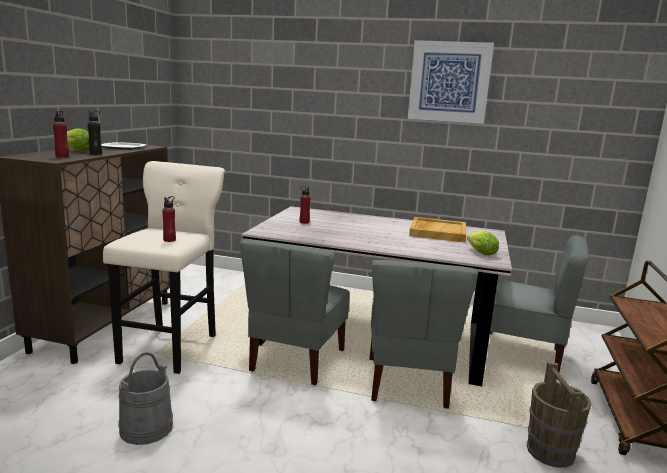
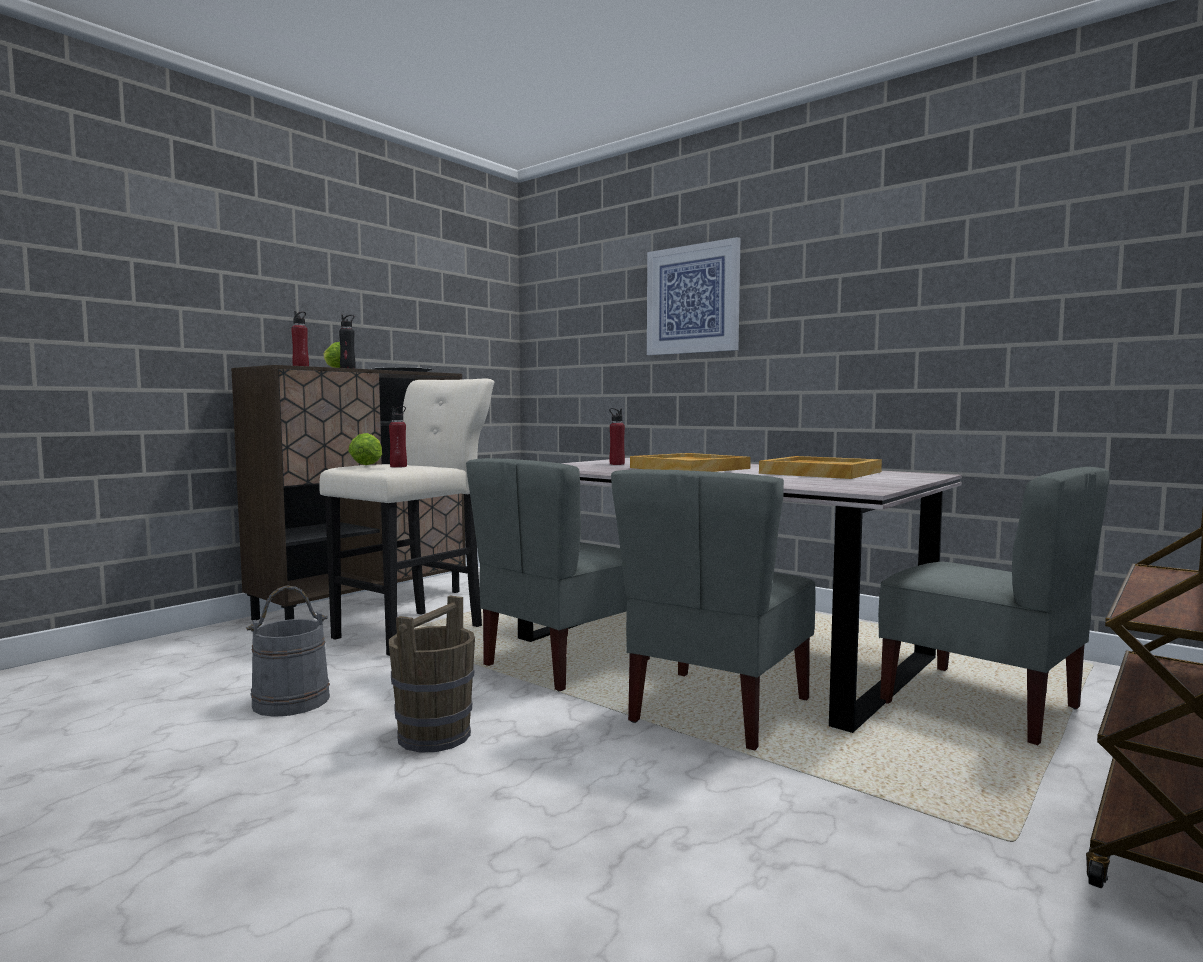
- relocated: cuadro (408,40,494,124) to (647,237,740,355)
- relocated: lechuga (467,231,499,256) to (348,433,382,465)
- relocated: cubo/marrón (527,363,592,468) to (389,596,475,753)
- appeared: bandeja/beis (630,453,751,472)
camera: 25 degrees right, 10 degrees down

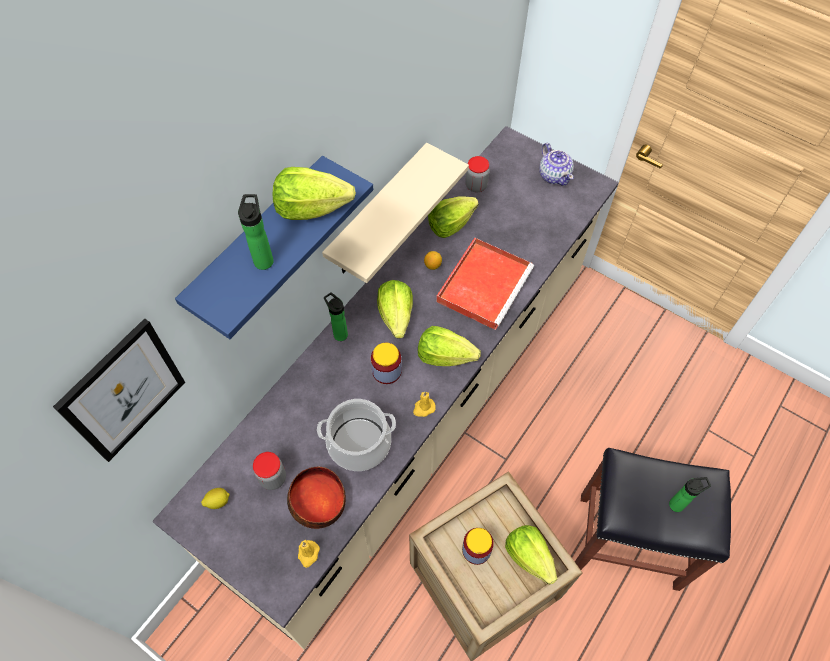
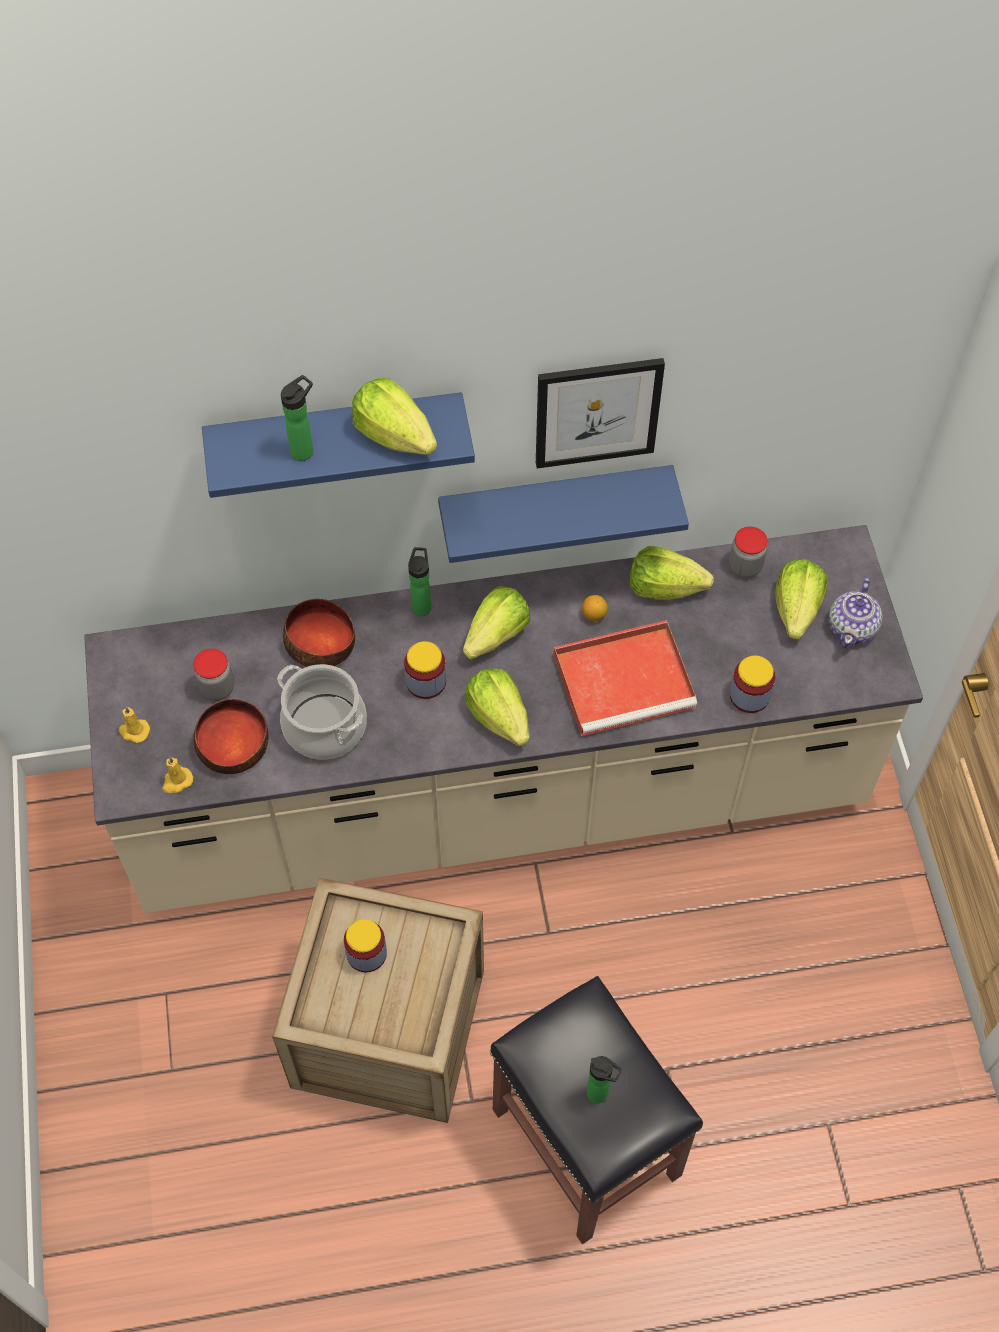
- colour: estante/beis (322,143,469,283) to estante/azul (438,465,689,563)
- relocated: cuadro (53,318,185,462) to (536,358,665,468)
- relocated: vela/amarillo (413,392,436,417) to (119,707,150,743)
- missing: limón (201,488,230,509)
- relocated: lechuga (505,525,557,585) to (775,559,827,640)
- appeared: cuenco (283,599,355,667)
- appeared: tarro (730,655,775,713)
camera: 45 degrees right, 0 degrees up

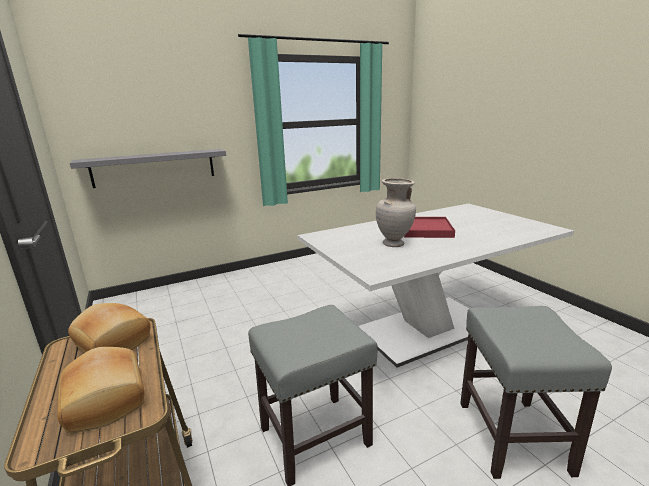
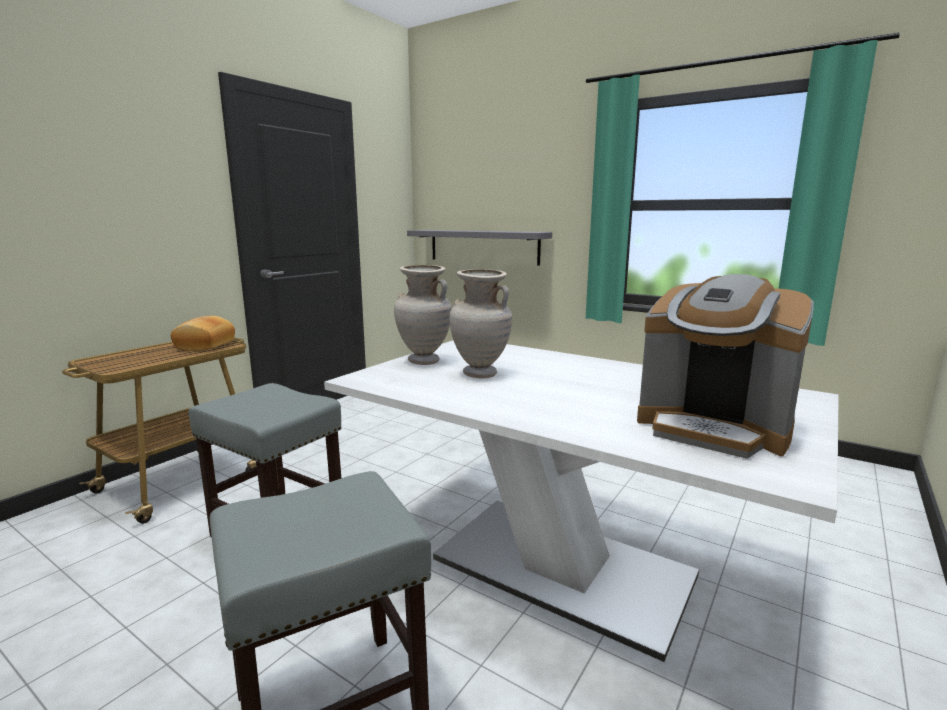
- missing: bandeja/rojo (404,217,455,238)
- missing: pan (57,347,145,433)
- appeared: florero/beis (394,265,452,365)
- appeared: cafetera (637,274,814,459)
camera: 60 degrees right, 5 degrees down

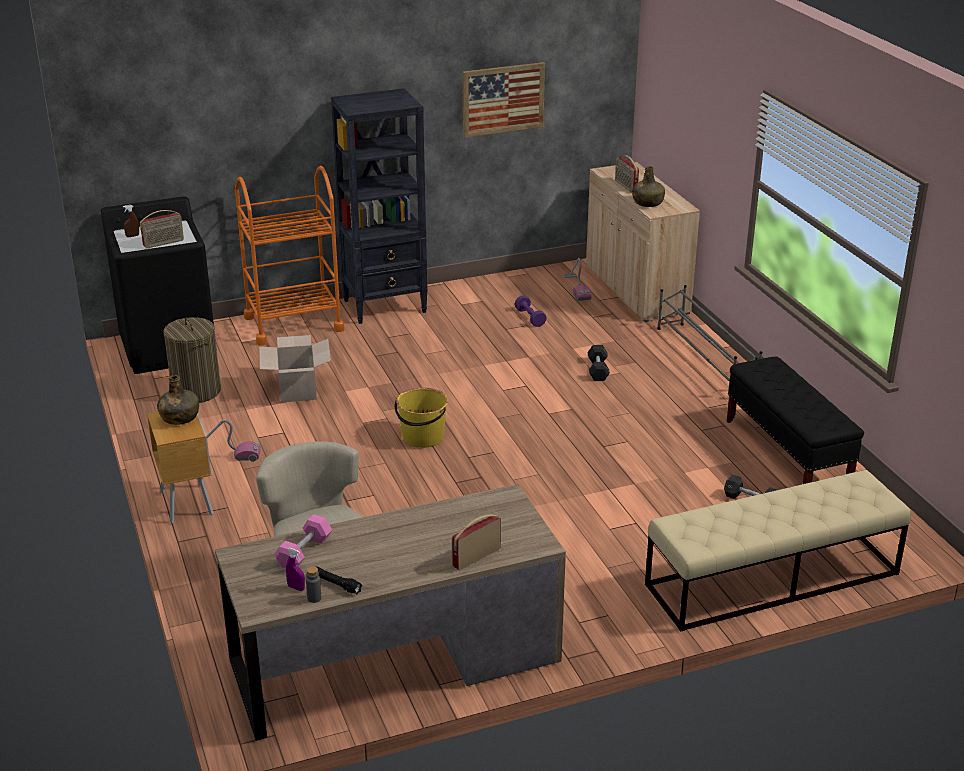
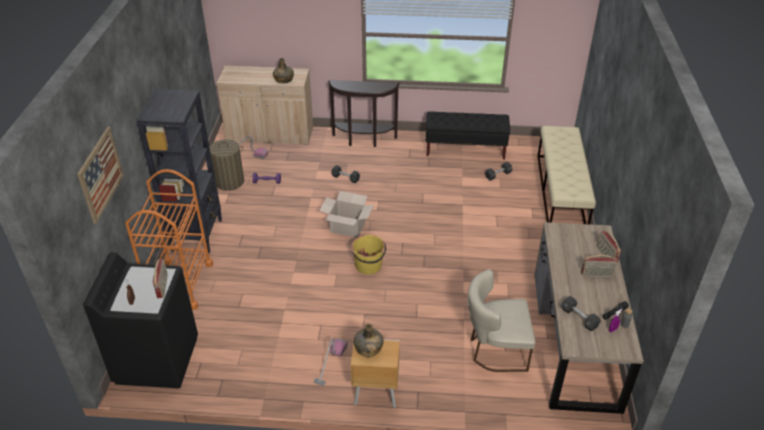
- relocated: cuadro (463,62,545,138) to (77,127,124,224)
- relocated: radio (615,155,639,192) to (581,255,618,278)
- exchanged: zapatero/gris (658,285,762,381) to mesa consola/marrón (328,80,399,147)
- relocated: cesto de la ropa (163,317,221,403) to (210,139,244,191)
- relocated: caja de cartón (259,335,331,402) to (319,191,374,237)
- colour: mancuerna/rosa (274,514,332,569) to mancuerna/negro (561,296,601,331)
camera: 65 degrees left, 10 degrees up

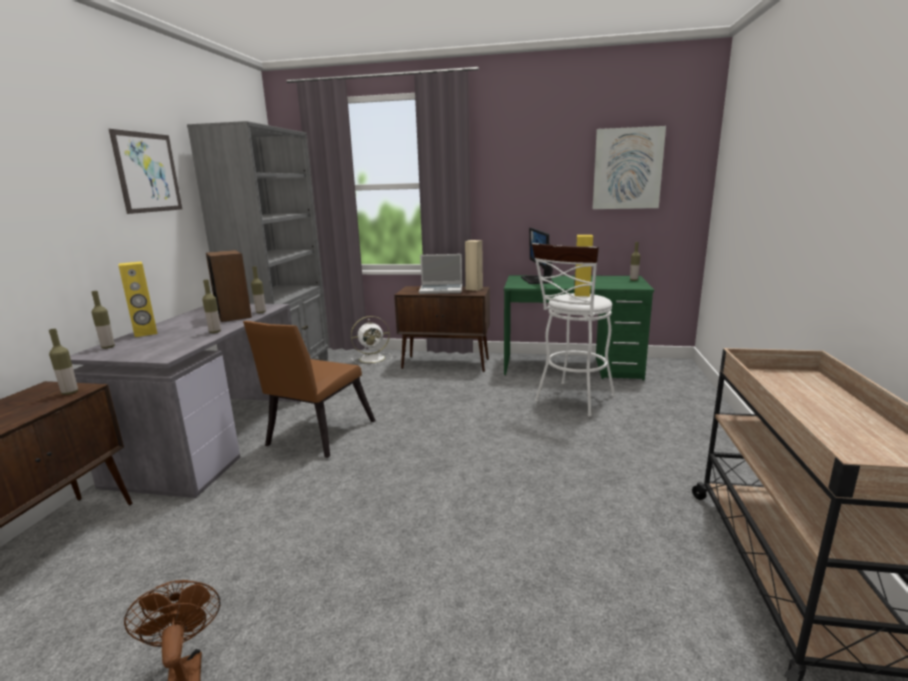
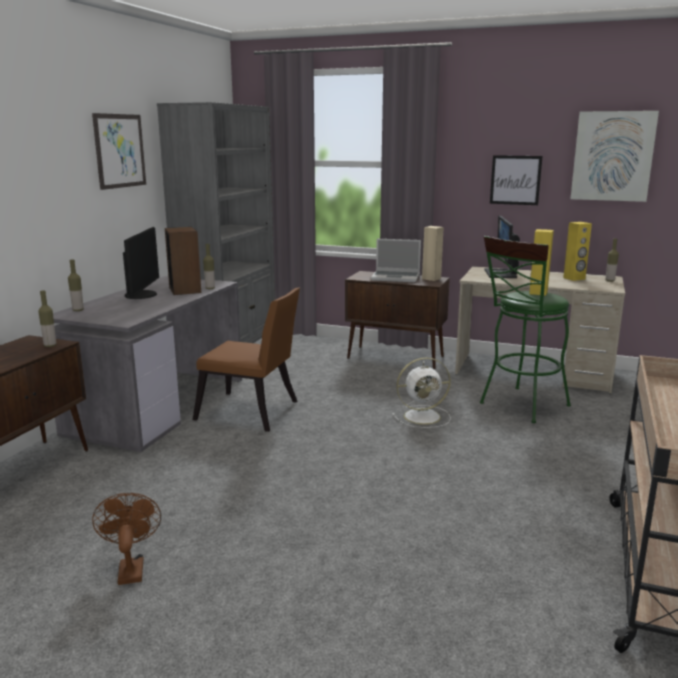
- colour: taburete/blanco (532,243,616,417) to taburete/verde (480,236,571,423)
- relocated: altavoz/amarillo (118,262,157,337) to (563,222,592,281)
- colour: escritorio/verde (504,275,654,380) to escritorio/beis (455,266,625,394)
- missing: botella (202,280,221,333)
- relocated: ventilador/blanco (351,316,392,365) to (392,357,451,428)
- spun: silla/marrón (243,321,376,458) = (193,287,300,432) 105 degrees counterclockwise
- appeared: cuadro (490,155,543,205)
- appeared: monitor (123,227,159,299)
camera: 10 degrees right, 0 degrees up

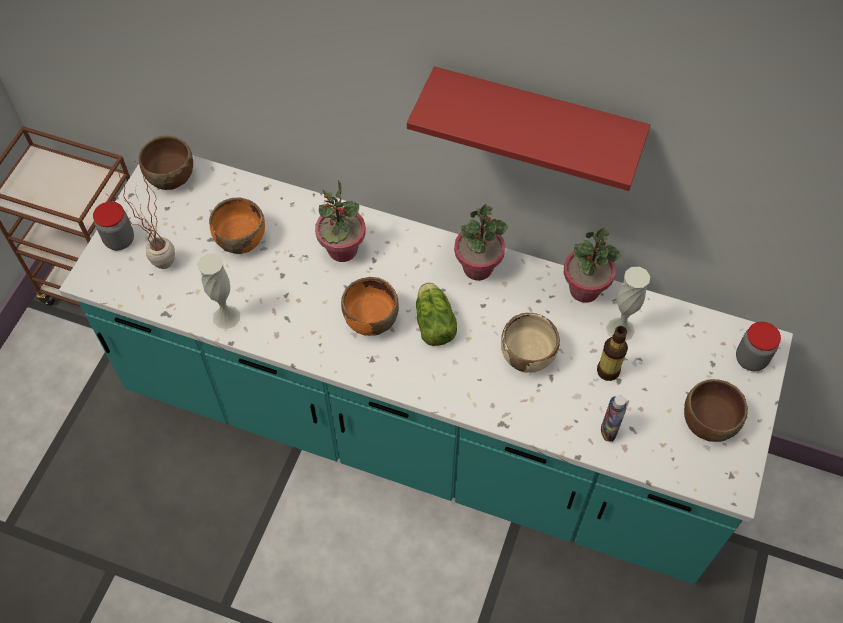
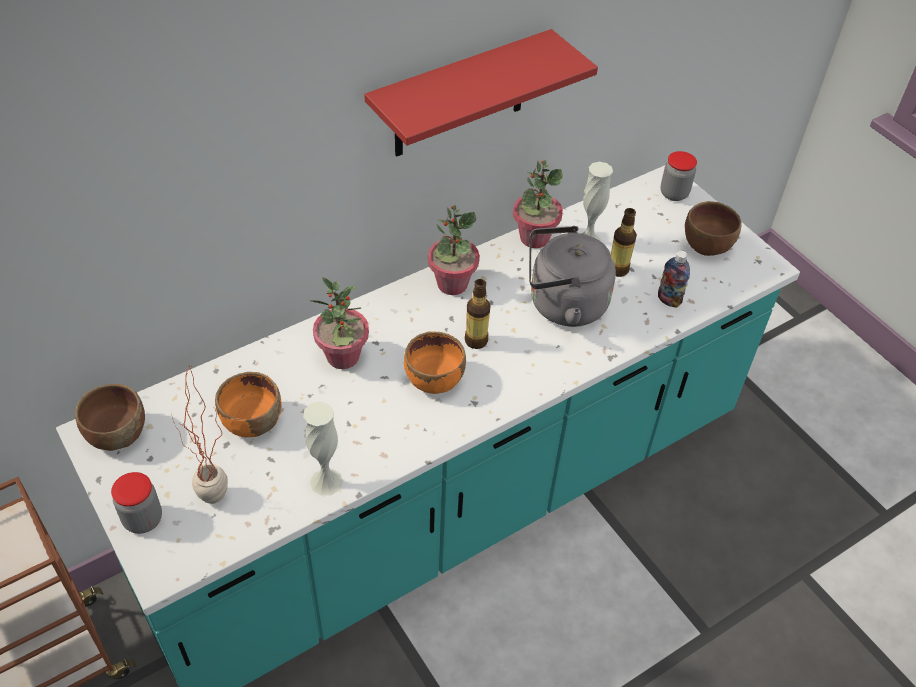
- exchanged: lechuga (416,282,457,346) to botella (465,279,491,349)
- exchanged: cuenco/beis (501,313,560,373) to hervidor/gris (529,226,616,327)
camera: 55 degrees left, 10 degrees down

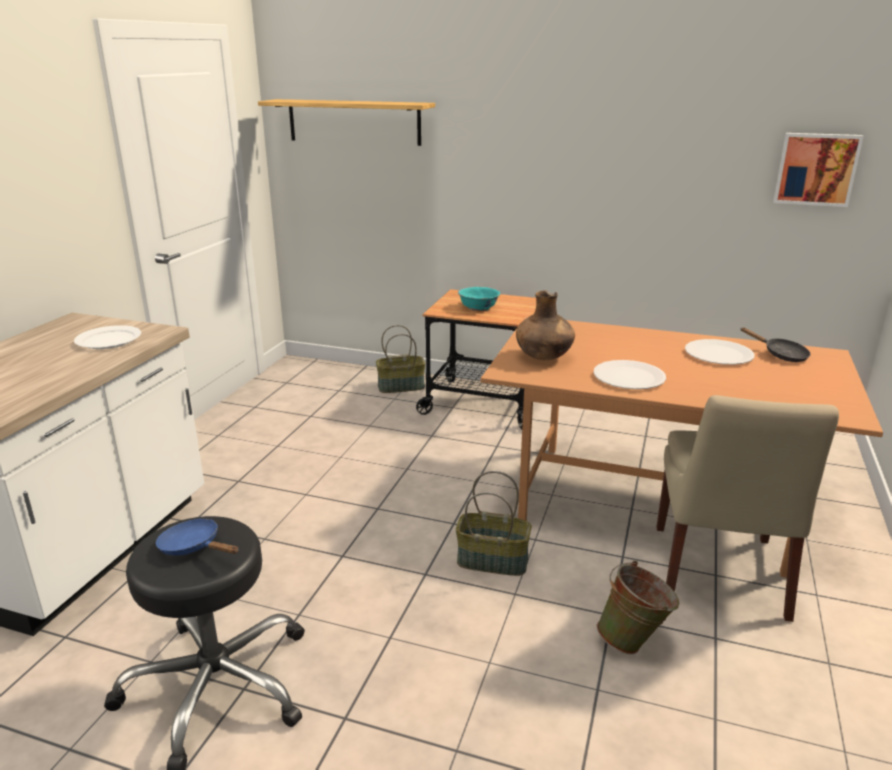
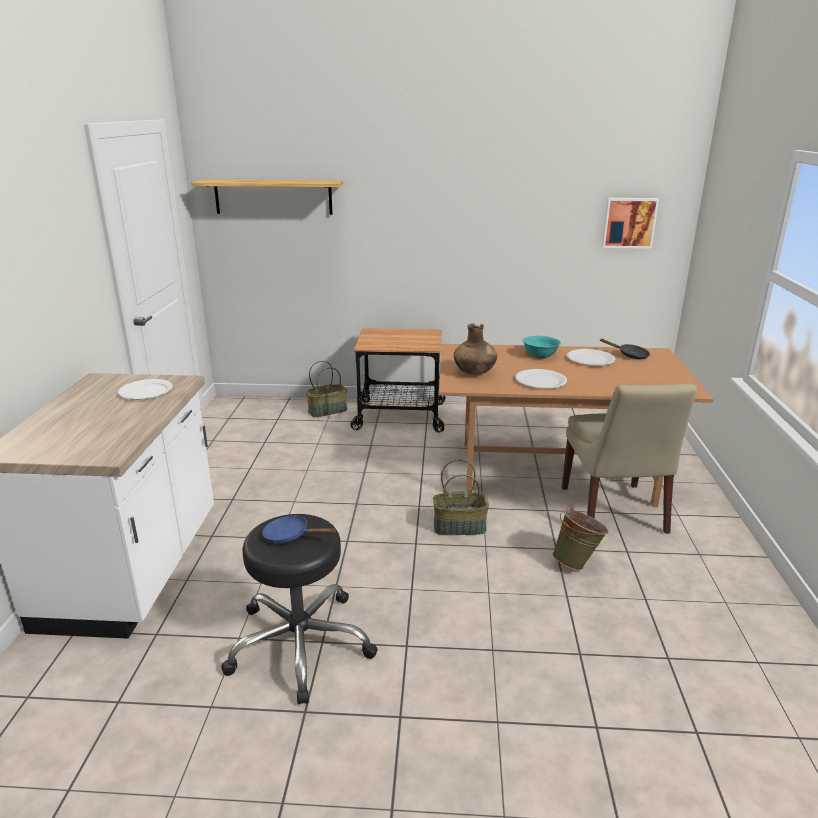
- relocated: cuenco/turquesa (458,287,500,311) to (522,336,561,358)
camera: 15 degrees left, 0 degrees up

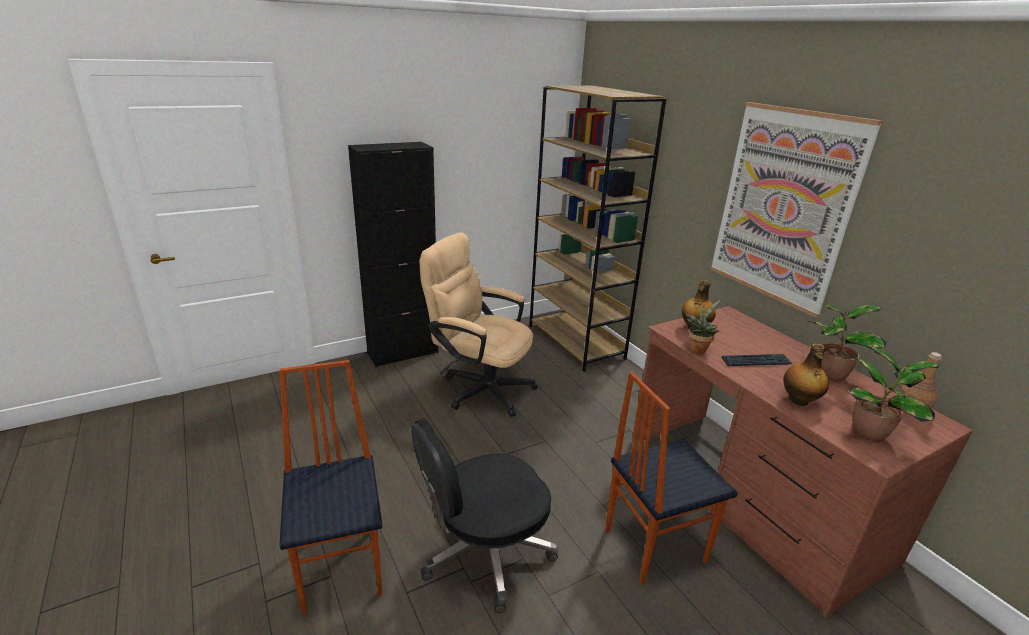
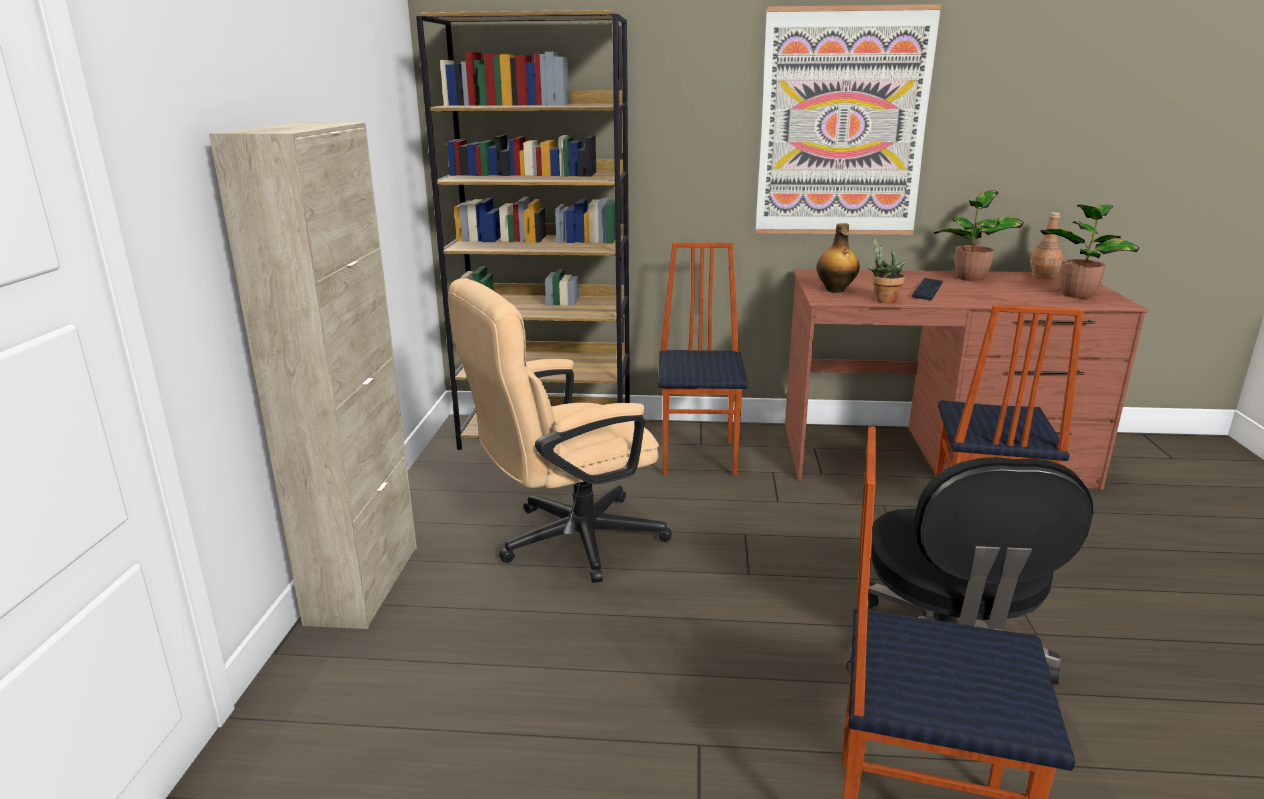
- colour: armario/negro (348,142,439,367) to armario/beis (209,122,417,629)
- missing: botella (783,344,829,406)
- appeared: silla (658,242,748,476)
camera: 55 degrees left, 5 degrees down

